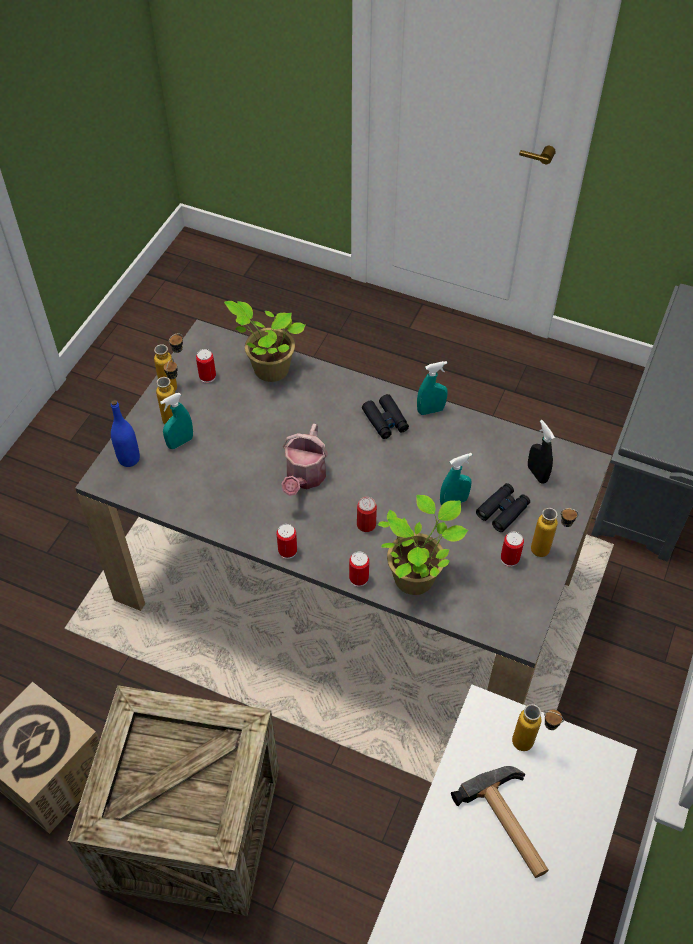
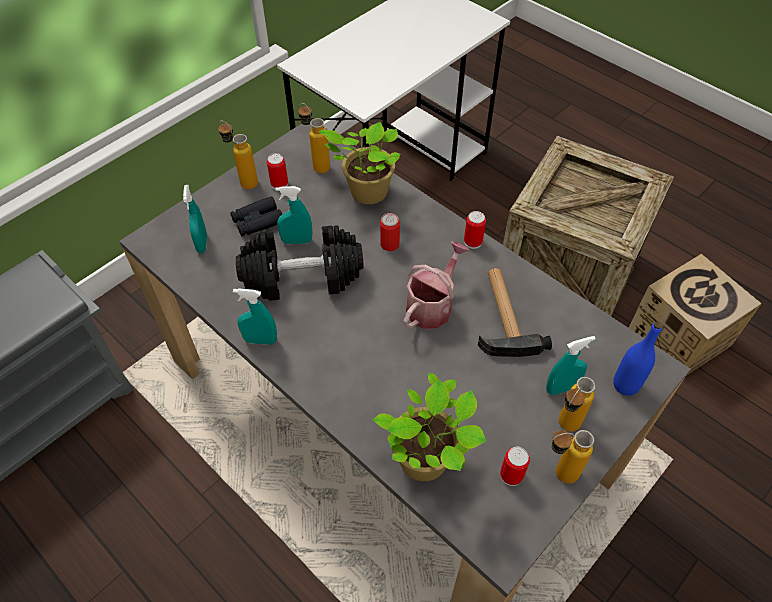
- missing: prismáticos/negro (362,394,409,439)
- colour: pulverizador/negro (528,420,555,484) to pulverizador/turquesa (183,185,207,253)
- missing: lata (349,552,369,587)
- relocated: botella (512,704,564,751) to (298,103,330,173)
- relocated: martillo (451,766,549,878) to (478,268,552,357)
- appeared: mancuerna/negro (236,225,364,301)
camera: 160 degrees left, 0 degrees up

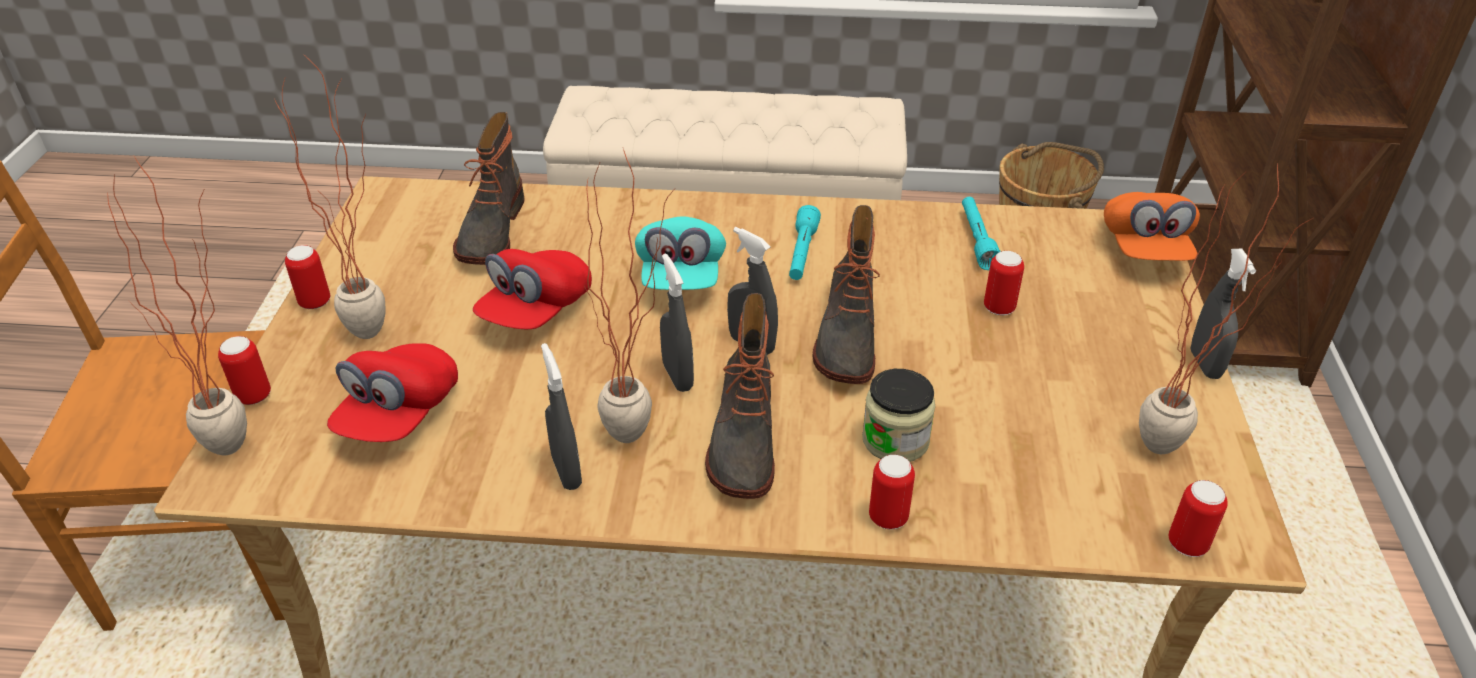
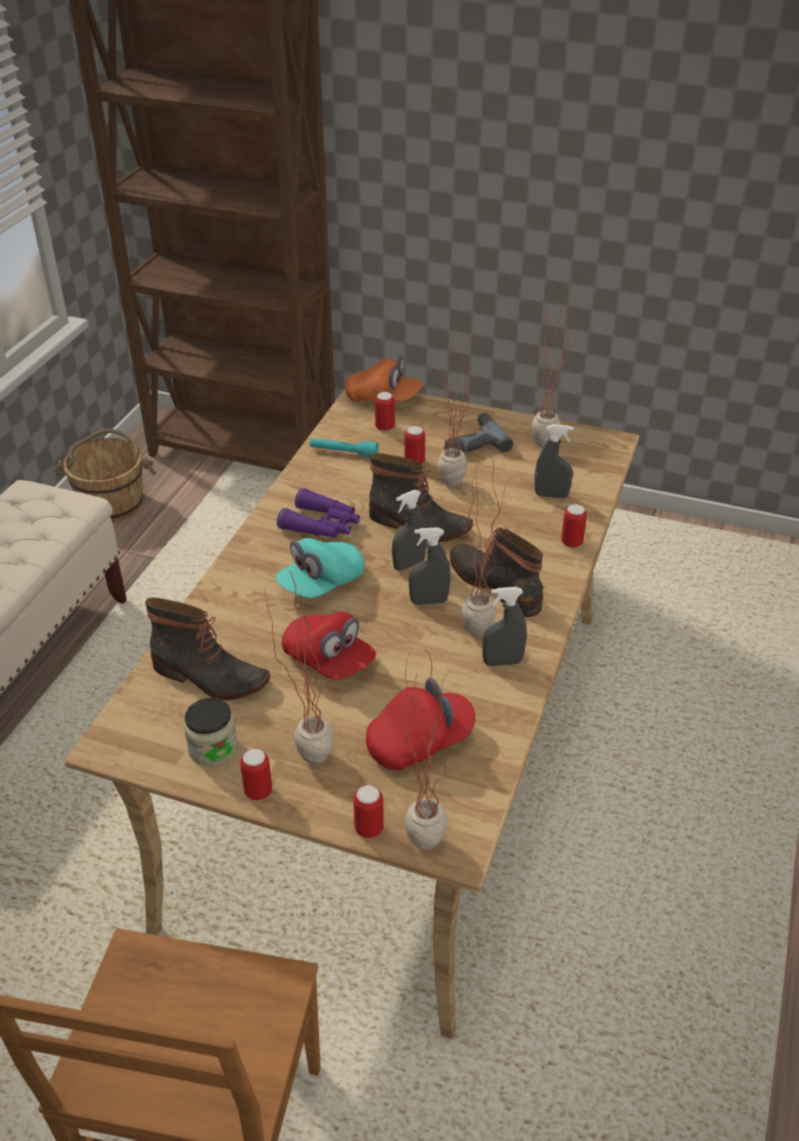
- exchanged: linterna/turquesa (789,205,821,280) to prismáticos/morado (277,488,360,538)
- spun: gorra/turquesa (635,216,726,290) = (275,538,365,598) 120 degrees clockwise
- relocated: pulverizador/gris (1190,248,1256,379) to (534,424,573,499)
- spun: bota (705,293,775,499) = (450,528,543,617) 150 degrees counterclockwise
- spun: gorra/rojo (327,343,458,442) = (366,678,475,770) 60 degrees counterclockwise
- relocated: tarro (862,369,935,462) to (184,698,238,767)
- relocated: lata (1169,480,1228,557) to (375,392,395,431)
- appeared: planta en maceta (436,323,471,487)
- appeared: taladro (445,413,513,453)
camera: 75 degrees left, 0 degrees up

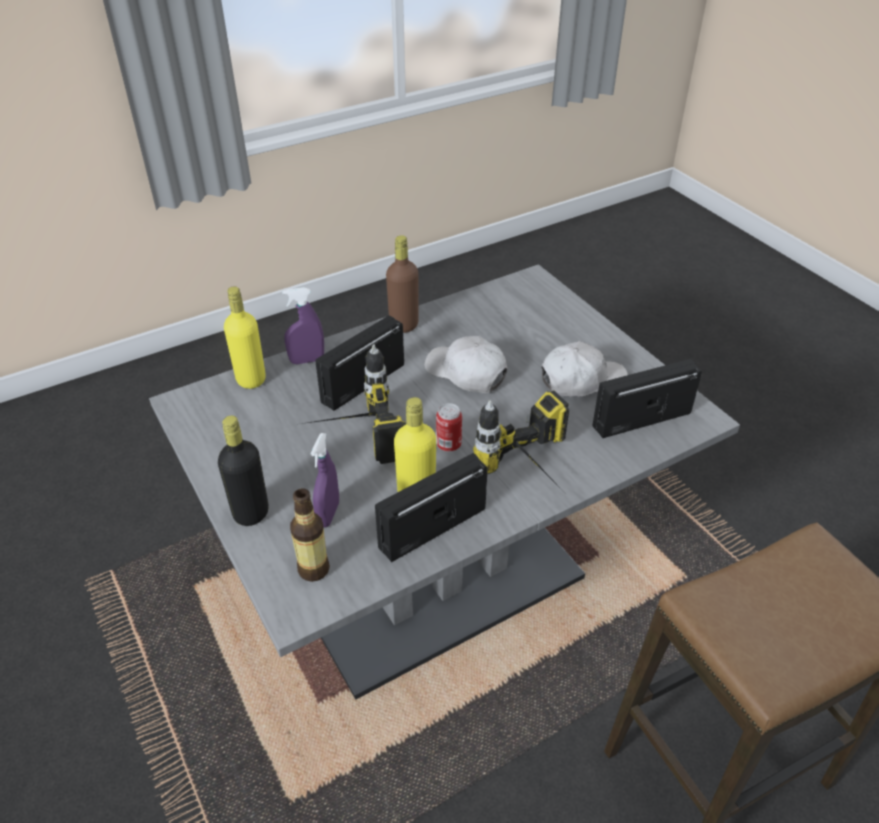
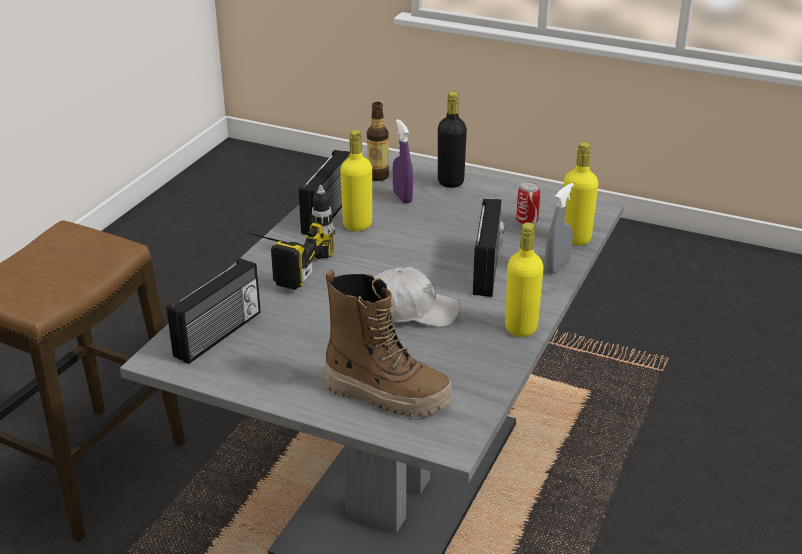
- colour: botella/marrón (386,235,419,333) to botella/amarillo (505,222,544,337)
- colour: pulverizador/morado (282,287,324,364) to pulverizador/gris (545,183,574,274)
- missing: gorra/blanco (541,341,628,397)
- missing: taladro (301,345,406,464)
- relocated: lata (436,403,462,452) to (516,181,540,225)
- appeared: bota (325,269,452,417)
camera: 145 degrees right, 10 degrees down

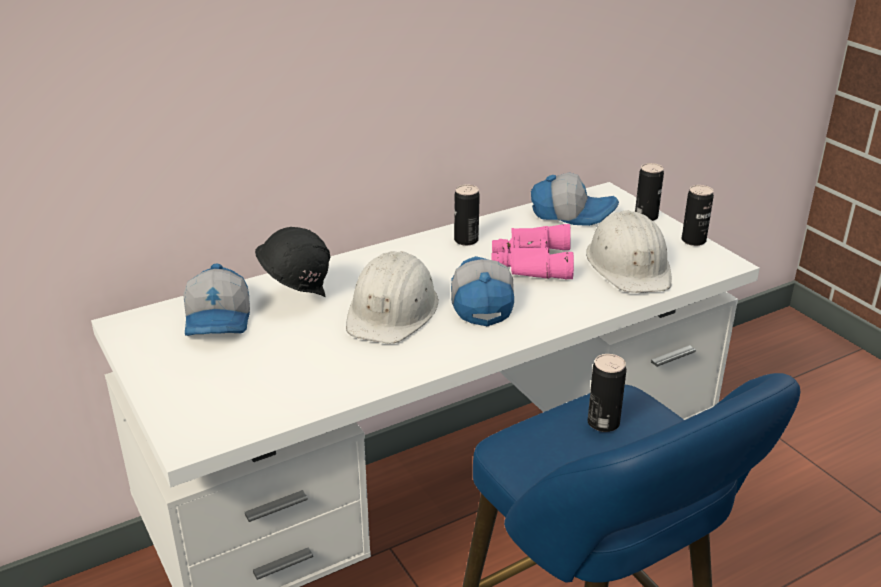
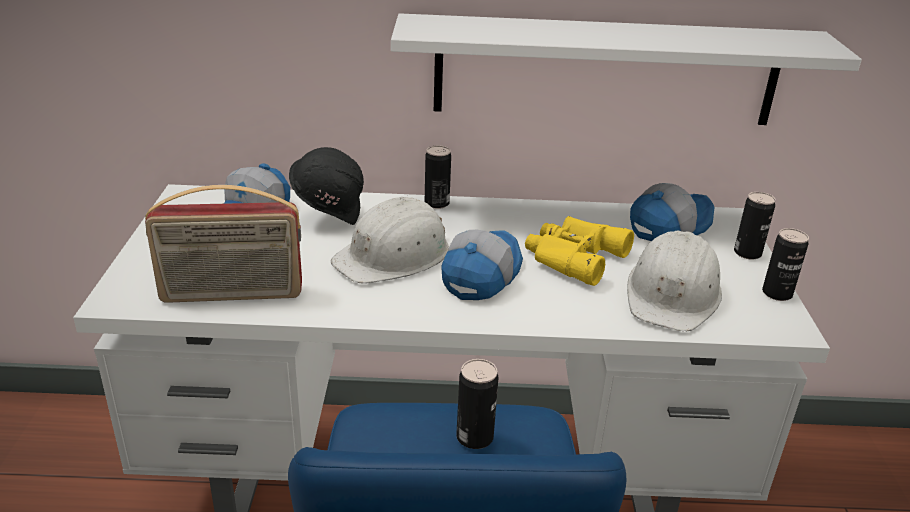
- spun: gorra (531,172,619,226) = (630,183,714,241) 75 degrees counterclockwise
- relocated: lata (454,185,480,246) to (425,145,451,209)
- colour: prismáticos/rosa (491,224,574,280) to prismáticos/amarillo (525,216,634,286)
- appeared: estante/blanco (391,13,862,125)
- appeared: radio (145,185,302,303)
camera: 30 degrees right, 0 degrees up

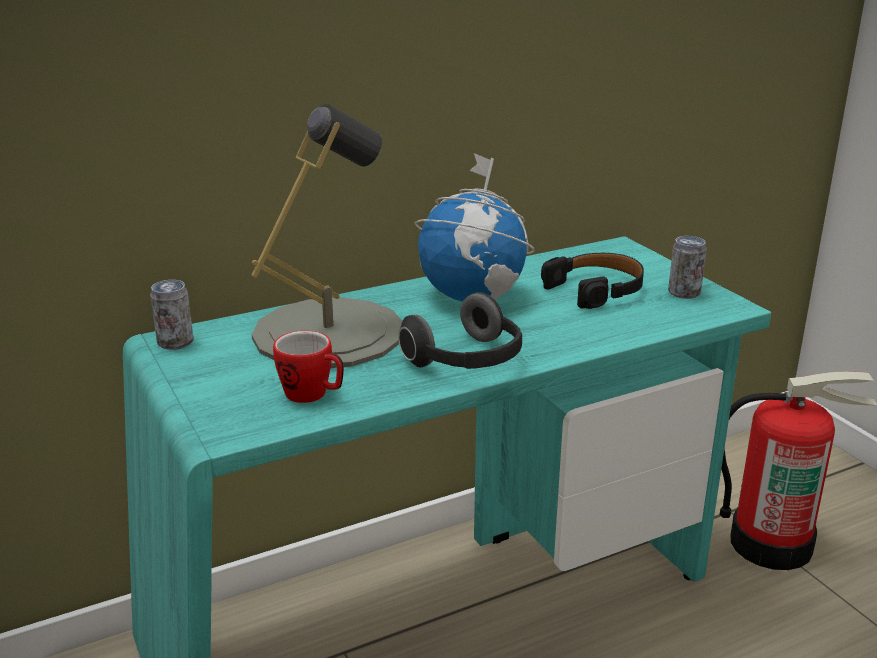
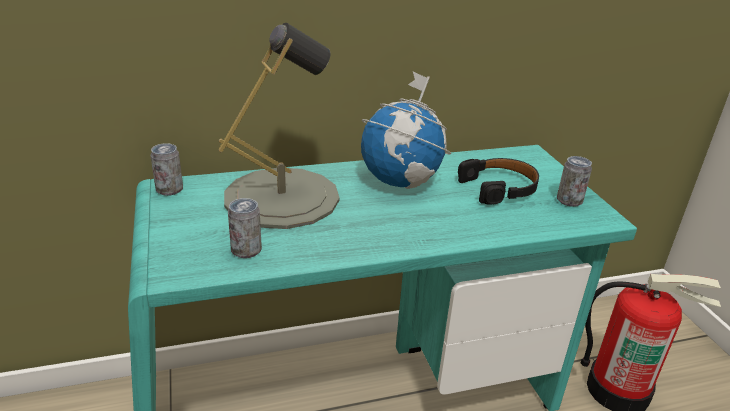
- missing: auriculares (398,292,522,369)
- exchanged: taza grande (273,331,344,403) to lata (228,198,262,258)
camera: 10 degrees right, 5 degrees up

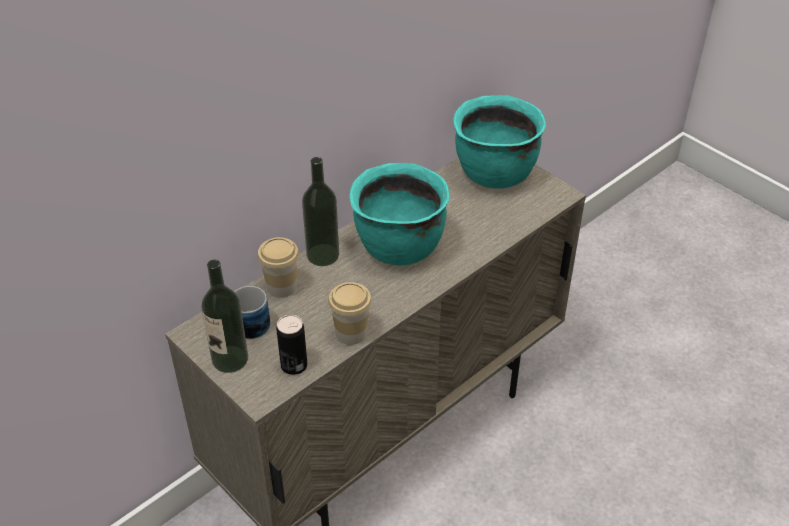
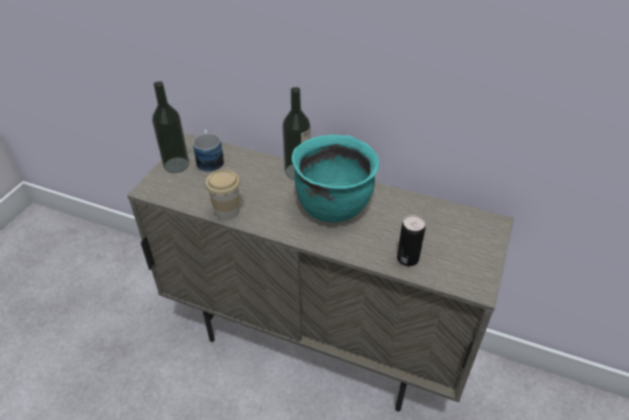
- missing: olla/turquesa (453,95,546,189)
- missing: taza (258,237,299,298)
- relocated: lata (276,314,307,375) to (397,215,425,266)
camera: 65 degrees right, 0 degrees up

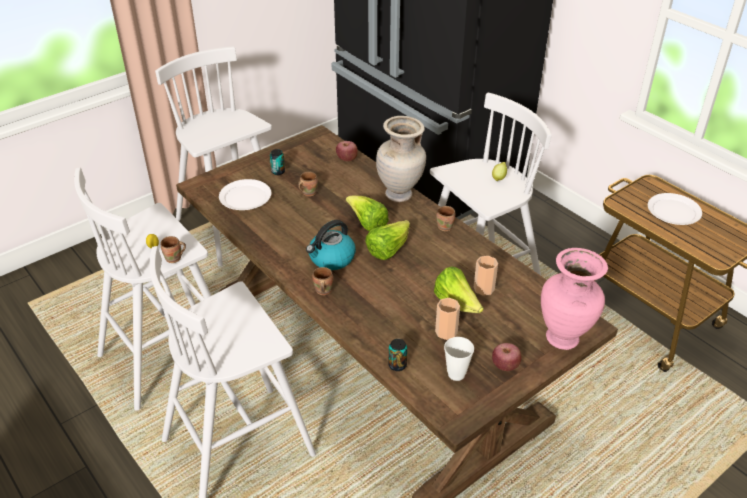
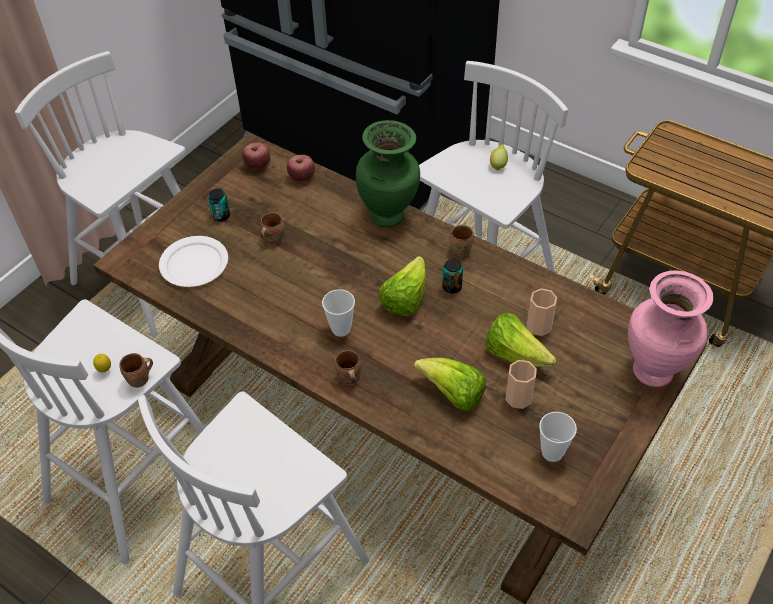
- colour: florero/beis (376,116,426,202) to florero/verde (356,120,420,228)
- missing: plato/blanco (648,193,702,225)
- relocated: lechuga (346,196,389,232) to (414,358,486,411)
- exchanged: hervidor (306,220,356,270) to taza (322,289,355,337)
- relocated: lata (389,339,407,371) to (442,259,463,294)
- relocated: manzana (492,343,521,371) to (242,143,270,169)
camera: 15 degrees left, 10 degrees up

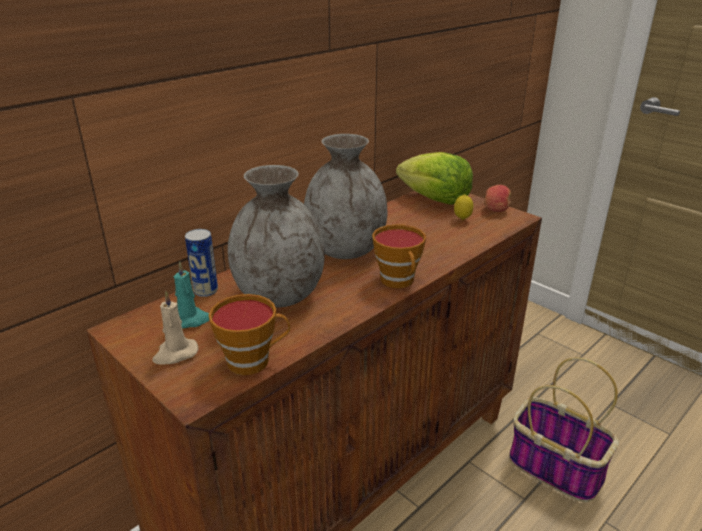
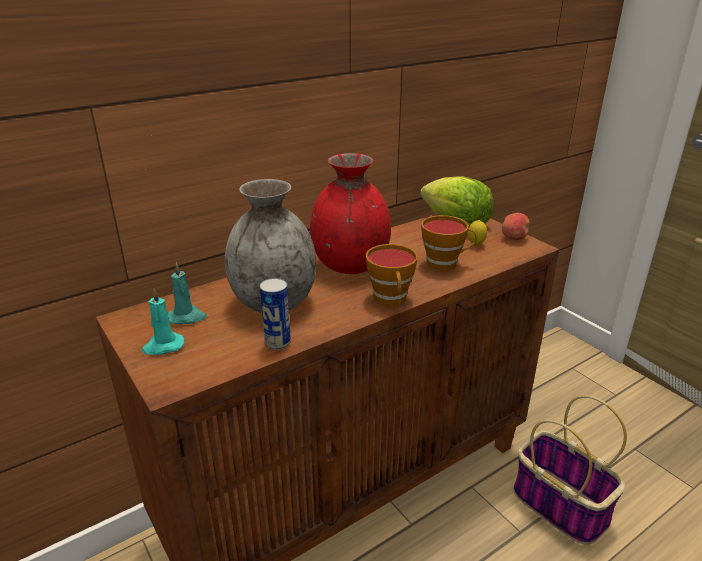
- colour: florero/gris (304,134,387,259) to florero/rojo (310,153,391,274)
- relocated: lata (185,229,218,297) to (260,278,291,350)
- colour: vela/beis (153,291,199,365) to vela/turquesa (142,288,184,355)
- relocated: taza (209,294,290,375) to (421,215,477,271)
camera: 10 degrees right, 0 degrees up

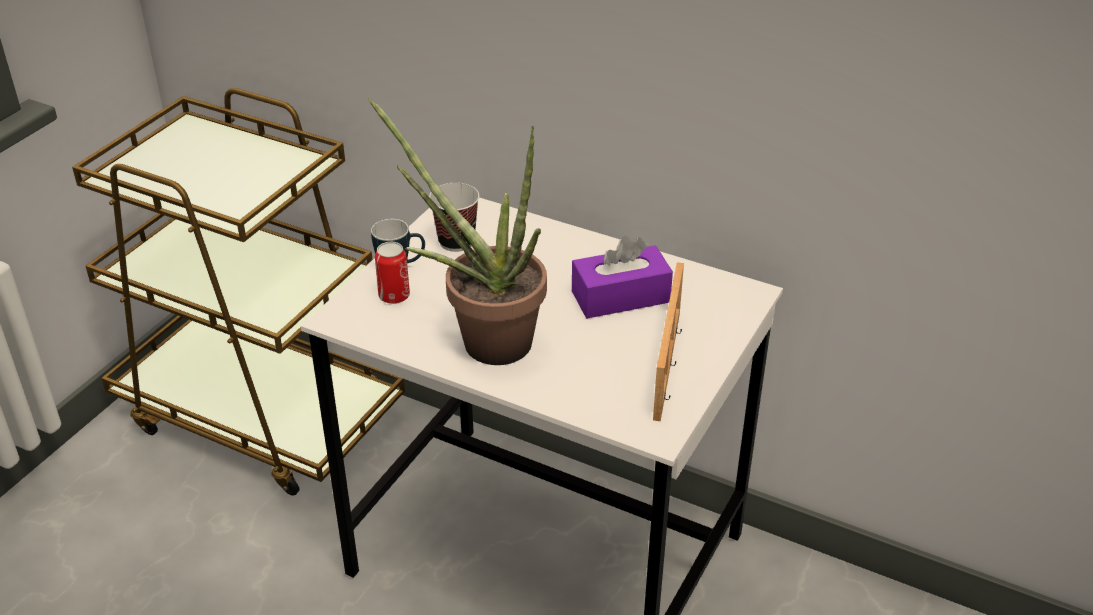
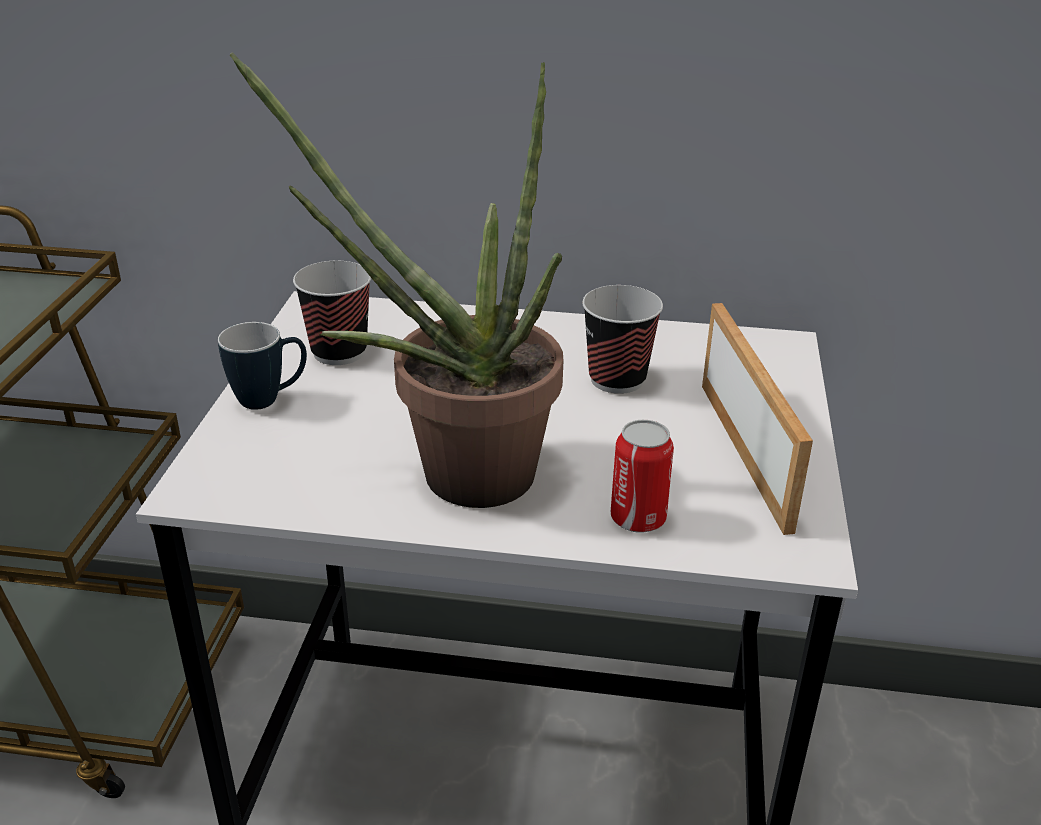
- exchanged: caja de pañuelos/morado (572,236,673,318) to taza (582,285,663,394)
- relocated: lata (375,242,410,304) to (611,420,674,533)
camera: 20 degrees left, 5 degrees down

